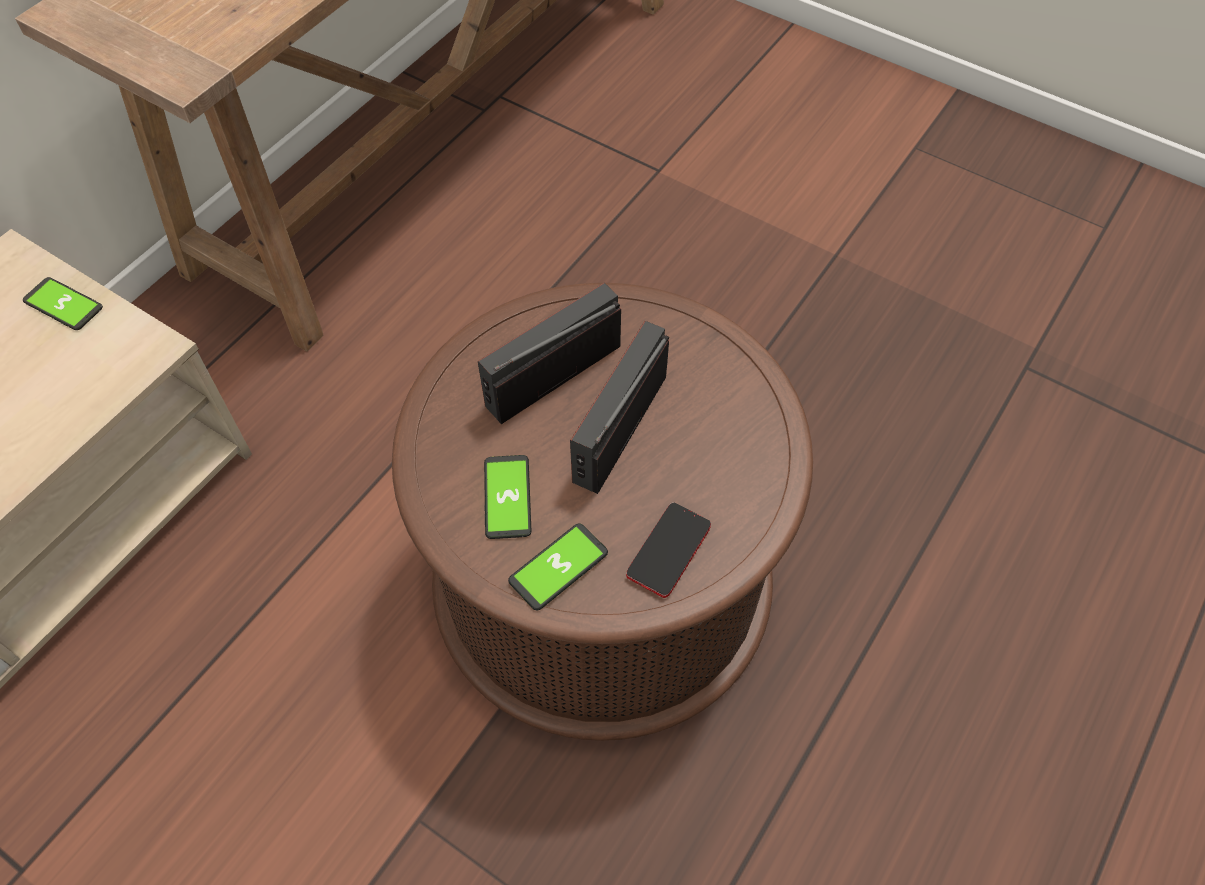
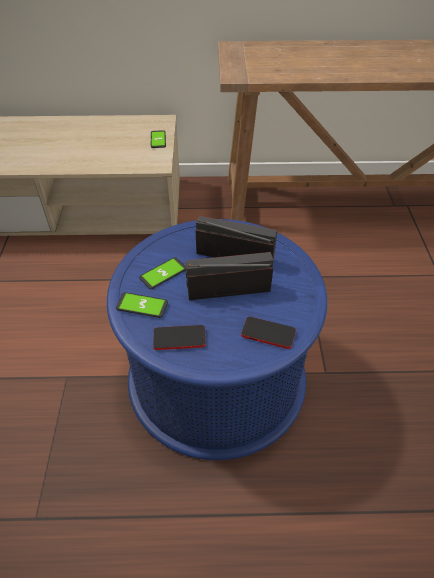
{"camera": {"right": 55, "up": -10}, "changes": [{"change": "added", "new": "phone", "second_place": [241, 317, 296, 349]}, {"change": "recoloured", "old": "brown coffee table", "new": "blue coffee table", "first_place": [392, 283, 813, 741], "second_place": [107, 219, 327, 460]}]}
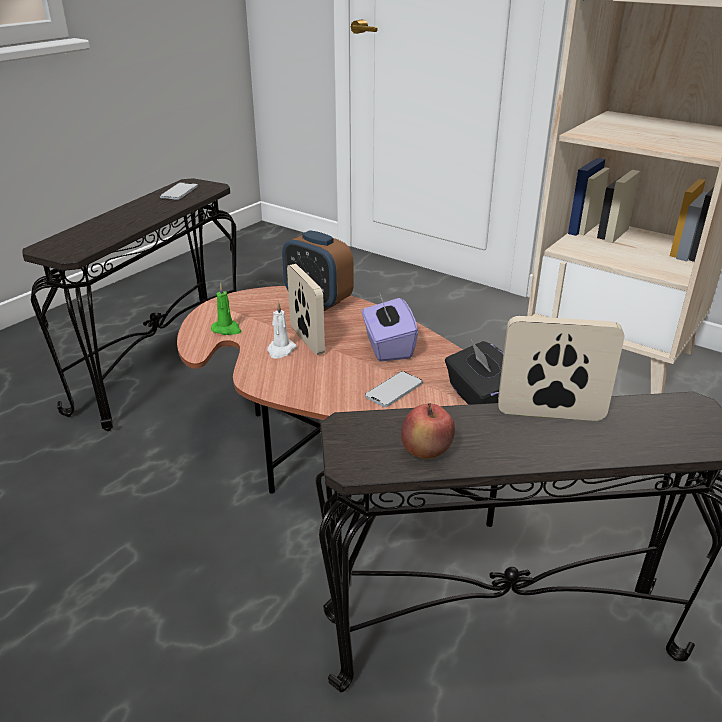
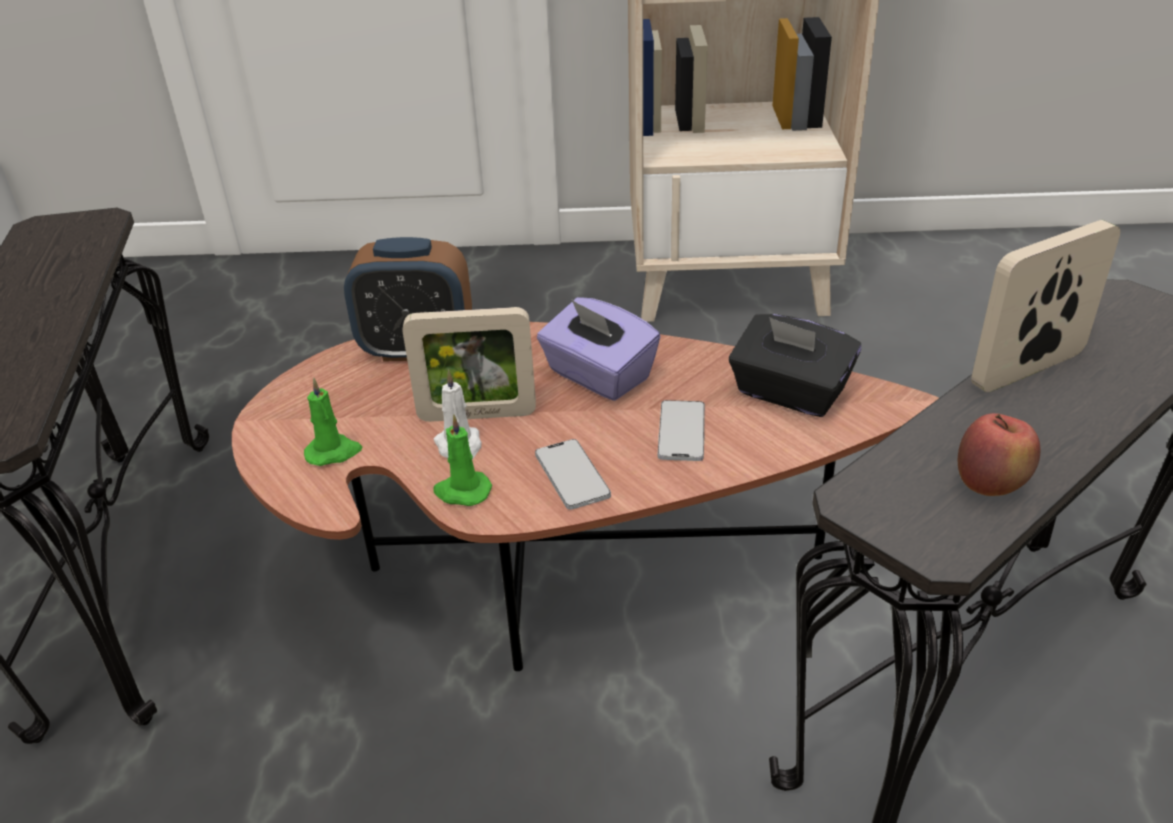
{"camera": {"right": -35, "up": 5}, "changes": [{"change": "added", "new": "green candle", "second_place": [433, 414, 492, 506]}, {"change": "moved", "old": "phone", "first_place": [160, 183, 198, 200], "second_place": [535, 439, 611, 510]}, {"change": "turned", "old": "picture frame", "first_place": [287, 264, 325, 355], "second_place": [403, 307, 536, 422], "degrees": 150}]}
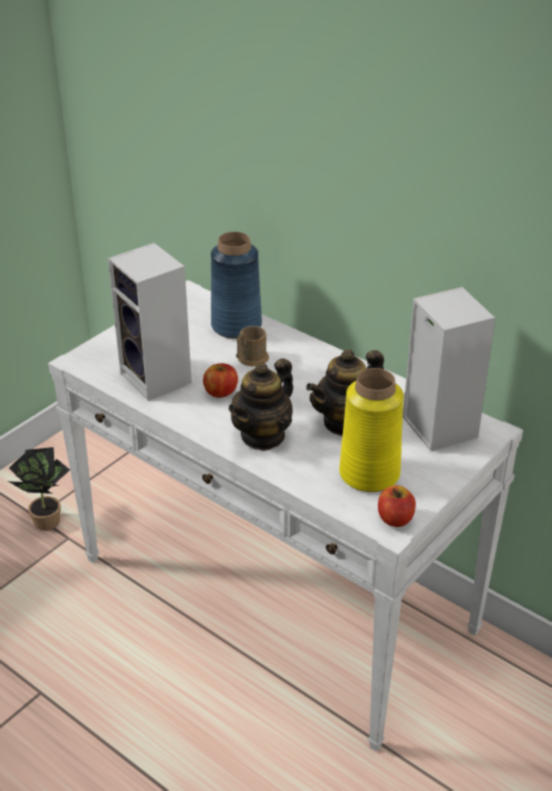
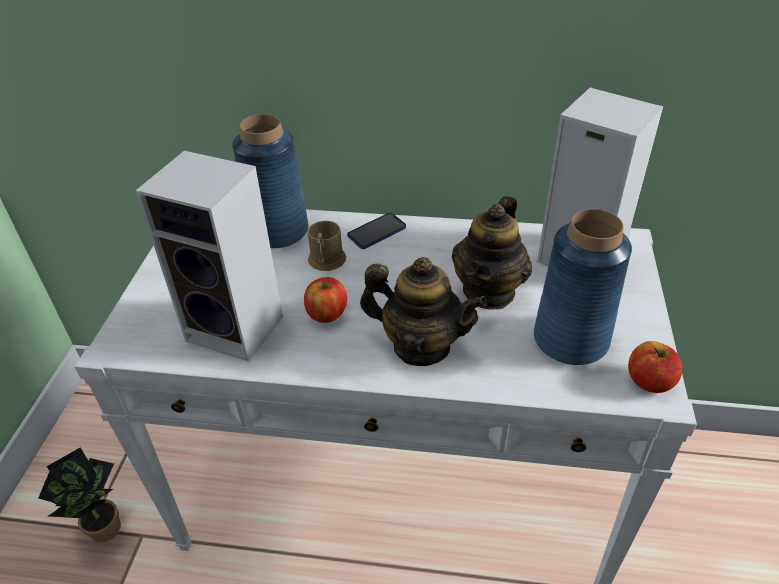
{"camera": {"right": -30, "up": 5}, "changes": [{"change": "added", "new": "phone", "second_place": [347, 213, 406, 249]}, {"change": "recoloured", "old": "yellow vase", "new": "blue vase", "first_place": [339, 368, 404, 492], "second_place": [534, 209, 632, 365]}, {"change": "turned", "old": "teapot", "first_place": [228, 358, 293, 451], "second_place": [360, 257, 487, 366], "degrees": -75}]}
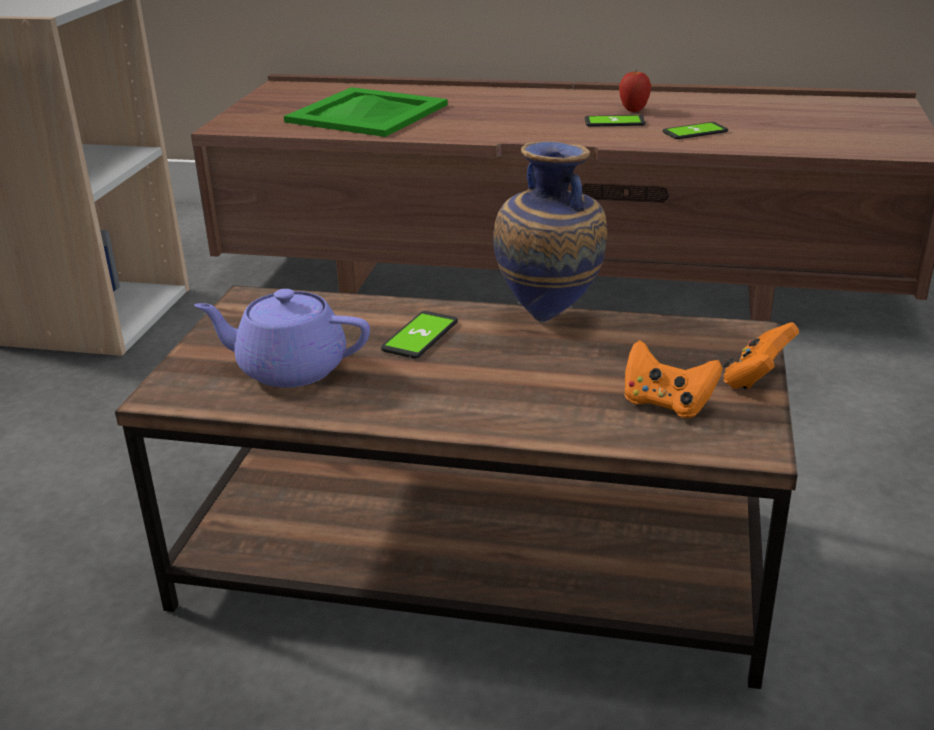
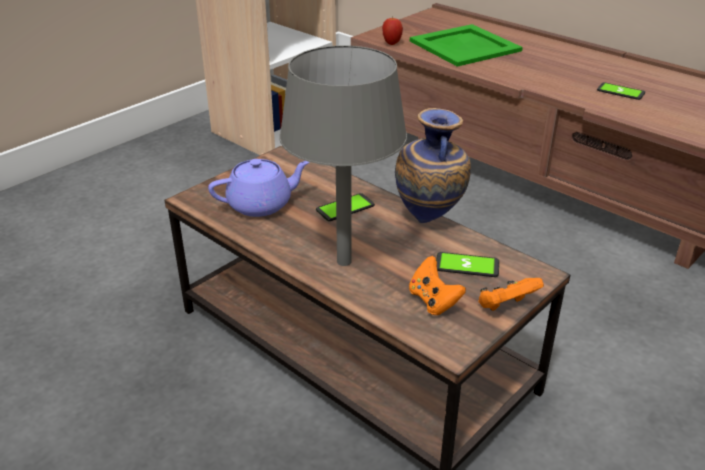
{"camera": {"right": 30, "up": 5}, "changes": [{"change": "added", "new": "grey table lamp", "second_place": [279, 45, 407, 266]}, {"change": "moved", "old": "apple", "first_place": [619, 72, 651, 112], "second_place": [382, 18, 403, 45]}, {"change": "moved", "old": "phone", "first_place": [662, 122, 728, 139], "second_place": [436, 252, 499, 277]}, {"change": "turned", "old": "purple teapot", "first_place": [194, 289, 370, 387], "second_place": [208, 159, 310, 217], "degrees": 120}]}
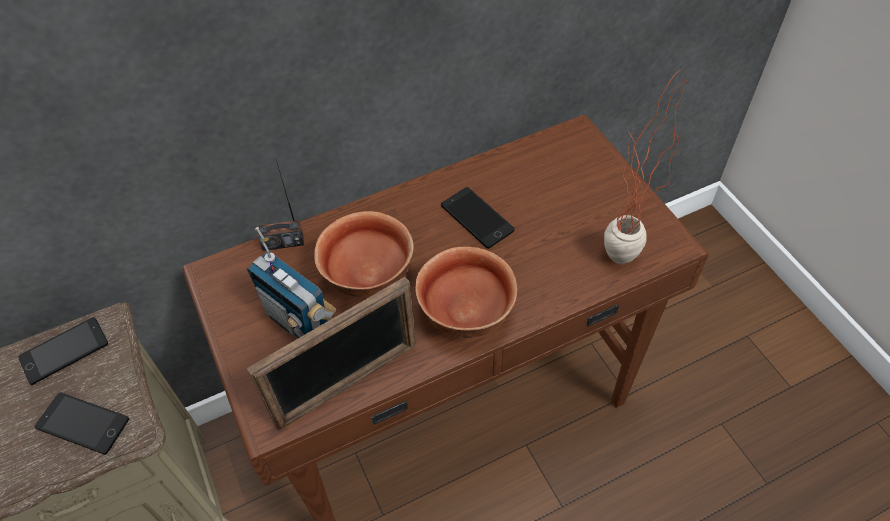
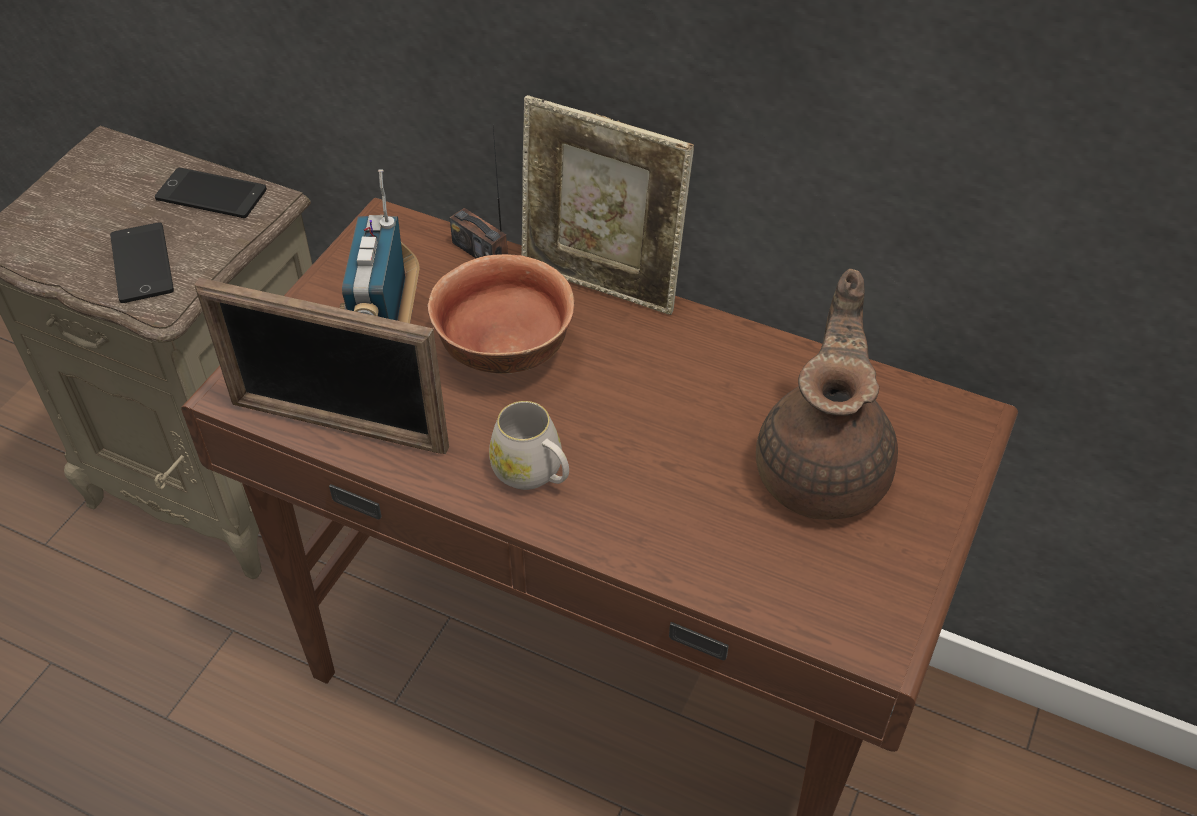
{"camera": {"right": 50, "up": -5}, "changes": [{"change": "removed", "old": "phone", "first_place": [441, 187, 515, 249]}, {"change": "removed", "old": "potted plant", "first_place": [604, 69, 687, 264]}, {"change": "added", "new": "picture frame", "second_place": [521, 95, 694, 315]}, {"change": "added", "new": "brown teapot", "second_place": [756, 269, 898, 520]}, {"change": "replaced", "old": "bowl", "new": "white mug", "first_place": [415, 247, 517, 338], "second_place": [489, 401, 569, 490]}]}
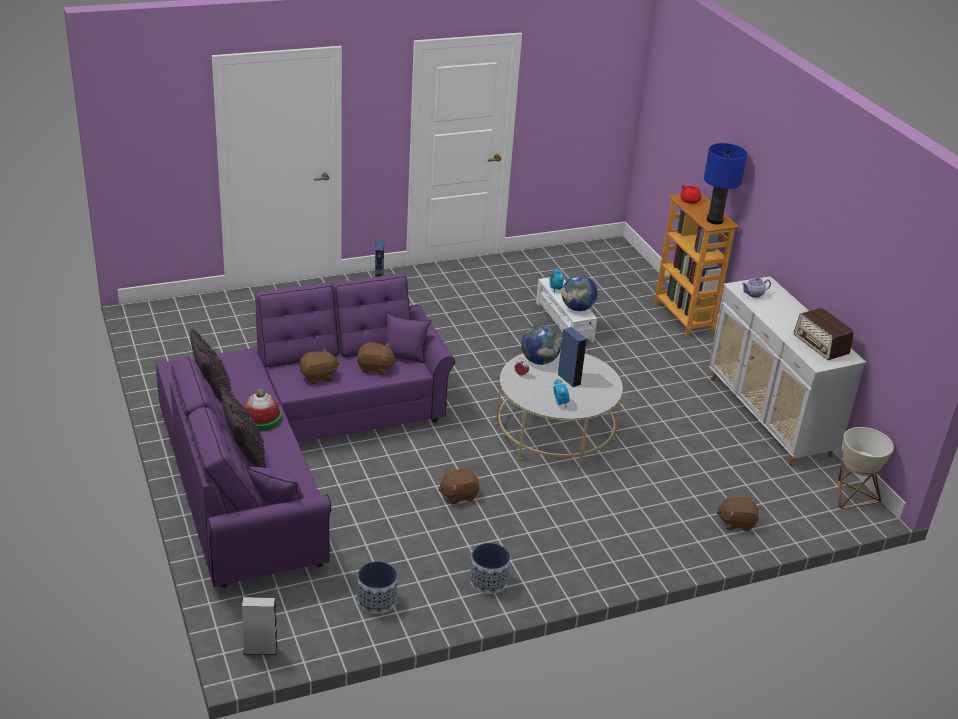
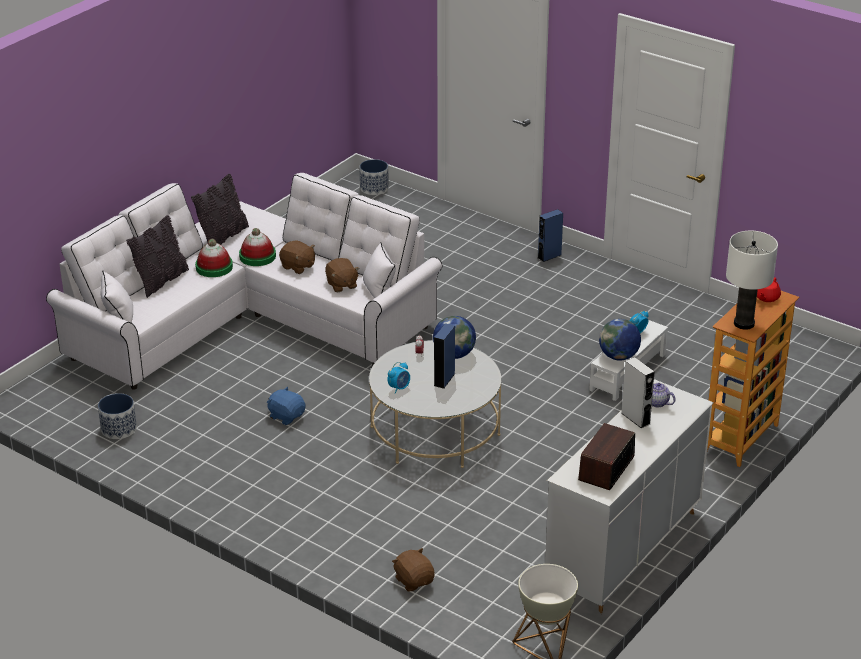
{"camera": {"right": 60, "up": 0}, "changes": [{"change": "added", "new": "hat", "second_place": [239, 228, 276, 266]}, {"change": "moved", "old": "grey speaker", "first_place": [242, 597, 278, 655], "second_place": [621, 357, 655, 428]}, {"change": "moved", "old": "planter", "first_place": [470, 543, 510, 594], "second_place": [360, 159, 389, 195]}, {"change": "recoloured", "old": "purple sofa", "new": "white sofa", "first_place": [156, 274, 455, 588], "second_place": [46, 173, 442, 389]}, {"change": "recoloured", "old": "brown plush toy", "new": "blue plush toy", "first_place": [439, 468, 479, 504], "second_place": [267, 387, 305, 425]}, {"change": "recoloured", "old": "blue table lamp", "new": "white table lamp", "first_place": [704, 143, 747, 224], "second_place": [726, 231, 778, 330]}]}
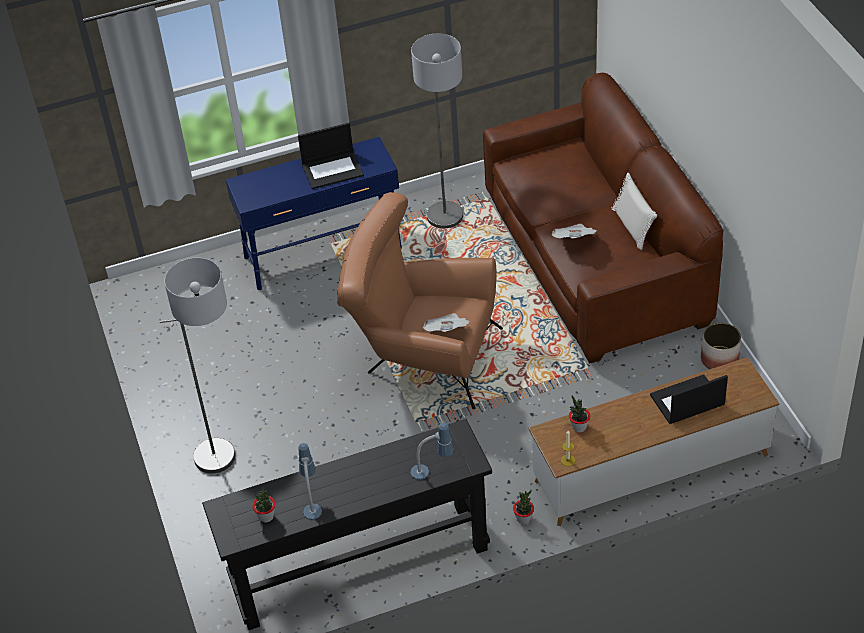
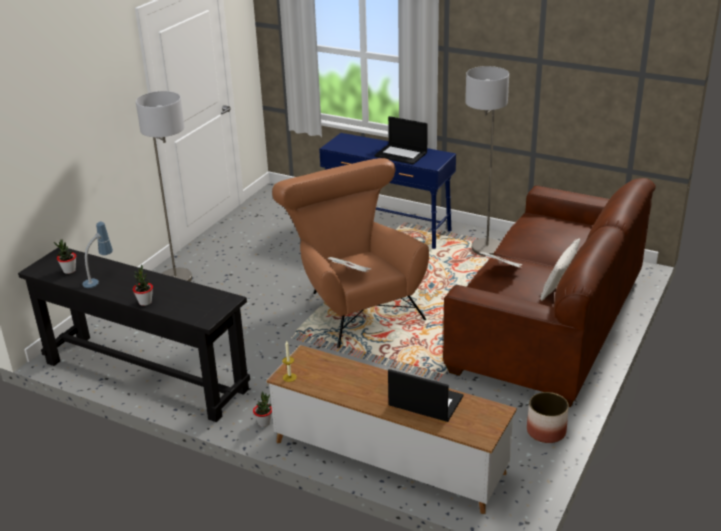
{"camera": {"right": 45, "up": -15}, "changes": [{"change": "removed", "old": "table lamp", "first_place": [410, 423, 454, 480]}, {"change": "moved", "old": "potted plant", "first_place": [569, 396, 590, 433], "second_place": [133, 264, 153, 306]}]}
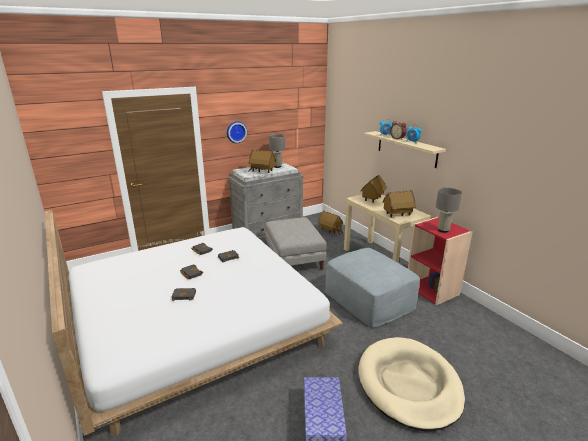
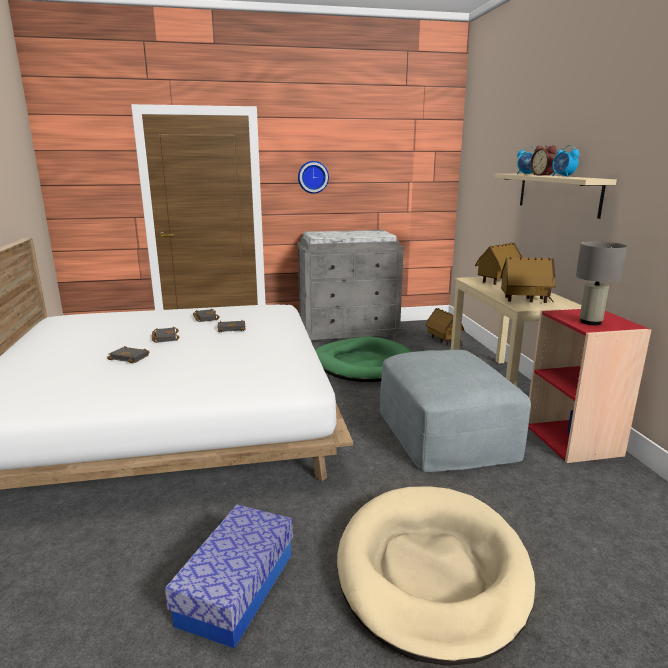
{"camera": {"right": 20, "up": -5}, "changes": [{"change": "removed", "old": "toy house", "first_place": [248, 150, 276, 173]}, {"change": "removed", "old": "grey table lamp", "first_place": [269, 134, 285, 168]}, {"change": "replaced", "old": "grey ottoman", "new": "green dog bed", "first_place": [265, 217, 327, 270], "second_place": [315, 336, 412, 382]}]}
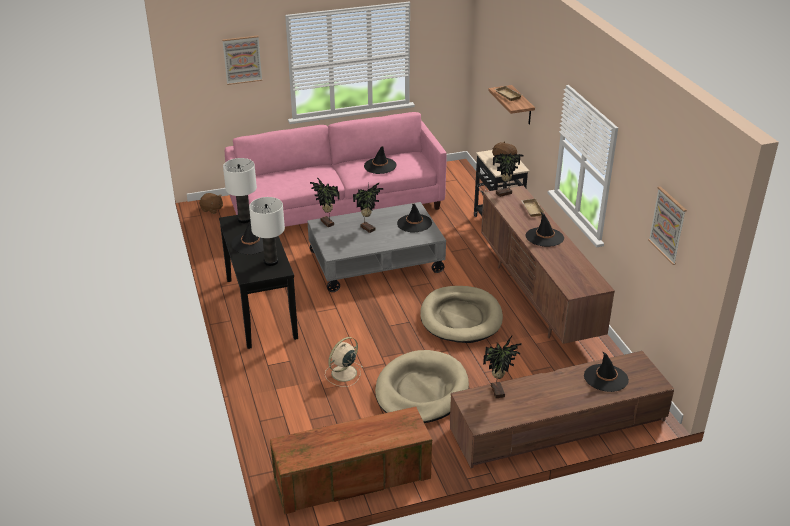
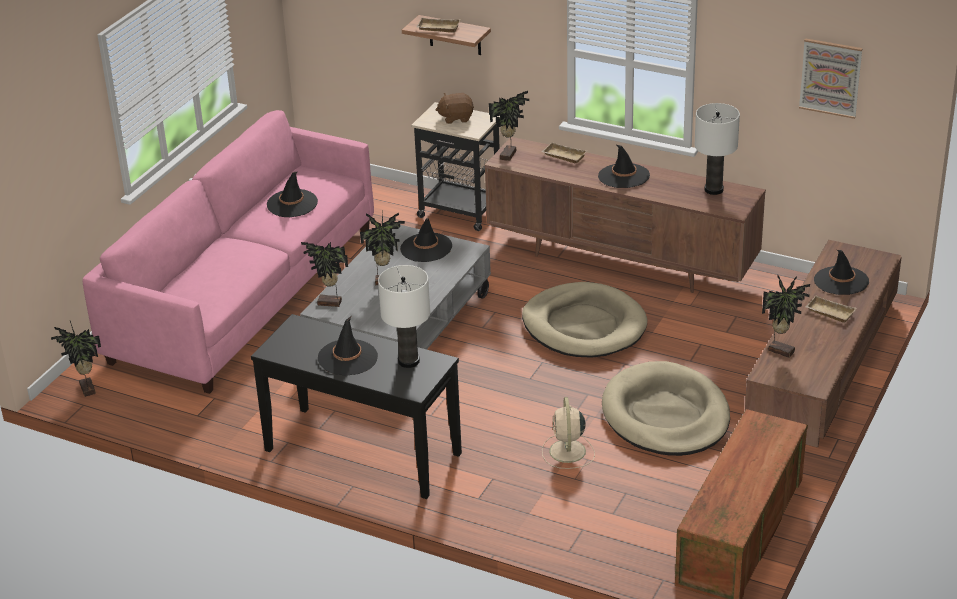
{"camera": {"right": -45, "up": 0}, "changes": [{"change": "removed", "old": "picture", "first_place": [222, 36, 262, 85]}, {"change": "added", "new": "beige tray", "second_place": [806, 296, 856, 323]}, {"change": "moved", "old": "white table lamp", "first_place": [223, 158, 257, 223], "second_place": [695, 103, 740, 195]}, {"change": "replaced", "old": "brown plush toy", "new": "potted plant", "first_place": [199, 193, 223, 214], "second_place": [51, 321, 101, 397]}]}
